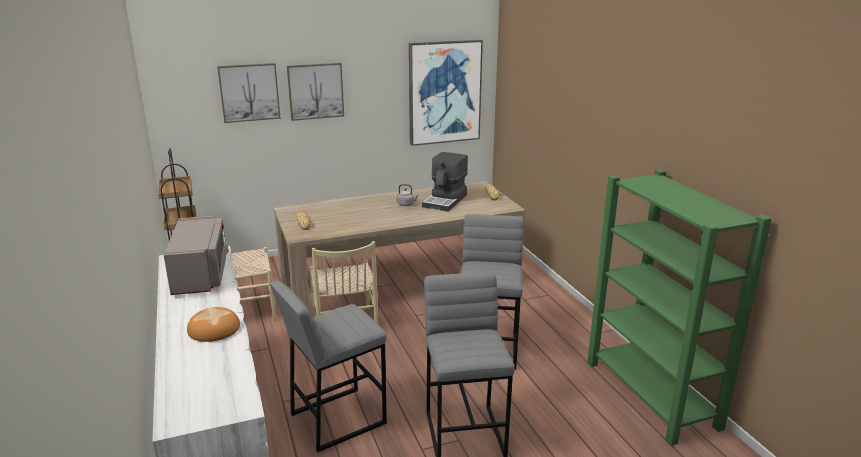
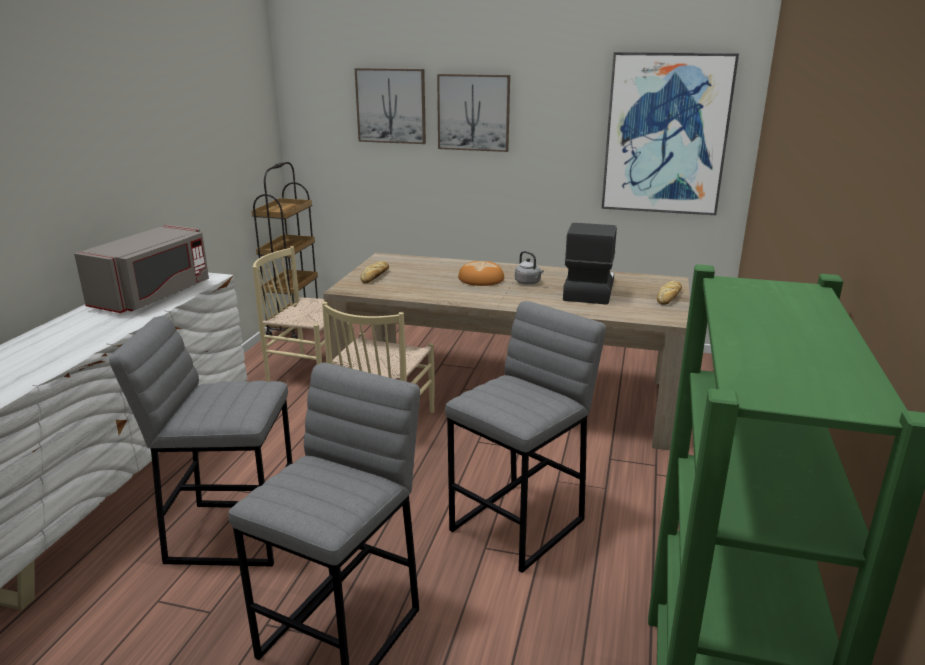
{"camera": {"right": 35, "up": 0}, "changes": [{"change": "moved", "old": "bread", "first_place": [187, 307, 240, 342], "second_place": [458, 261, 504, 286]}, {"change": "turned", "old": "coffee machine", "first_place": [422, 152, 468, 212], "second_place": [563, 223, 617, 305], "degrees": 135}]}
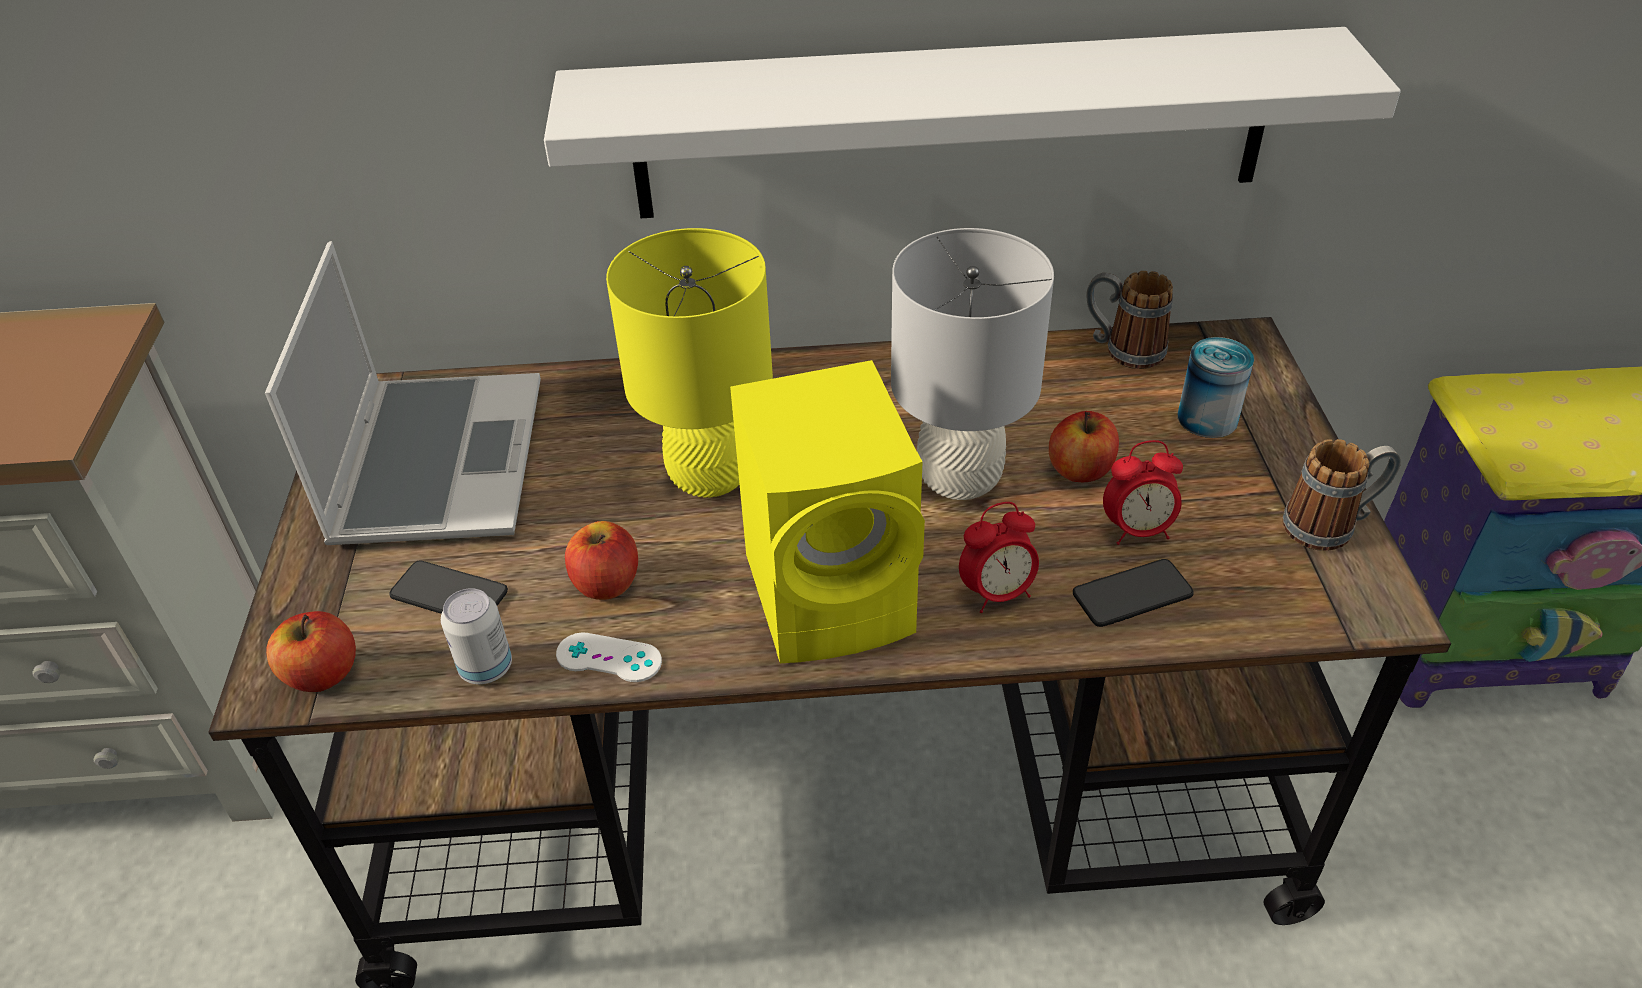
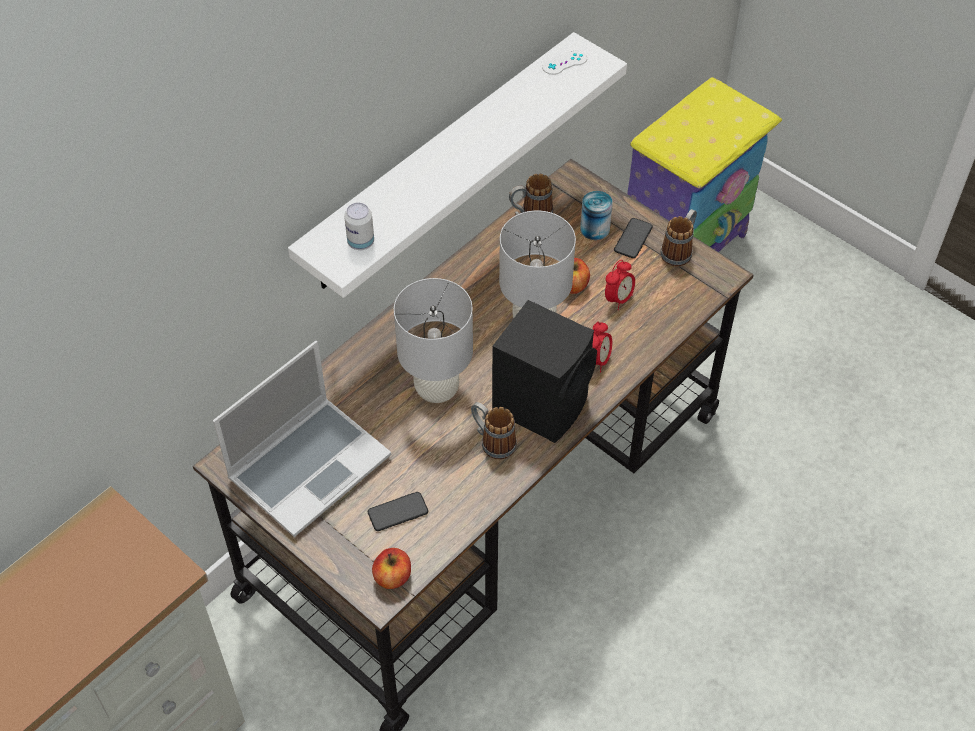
{"camera": {"right": -45, "up": 10}, "changes": [{"change": "removed", "old": "apple", "first_place": [565, 521, 638, 600]}, {"change": "added", "new": "mug", "second_place": [471, 402, 517, 460]}, {"change": "moved", "old": "can", "first_place": [441, 588, 512, 684], "second_place": [344, 203, 374, 250]}, {"change": "moved", "old": "white game controller", "first_place": [556, 632, 662, 682], "second_place": [542, 50, 587, 75]}, {"change": "moved", "old": "phone", "first_place": [1073, 559, 1194, 627], "second_place": [614, 218, 653, 258]}, {"change": "recoloured", "old": "yellow table lamp", "new": "grey table lamp", "first_place": [606, 228, 773, 498], "second_place": [394, 278, 473, 403]}, {"change": "recoloured", "old": "yellow speaker", "new": "black speaker", "first_place": [730, 360, 925, 663], "second_place": [492, 300, 597, 443]}, {"change": "turned", "old": "laptop", "first_place": [265, 241, 541, 545], "second_place": [213, 341, 391, 537], "degrees": 90}]}
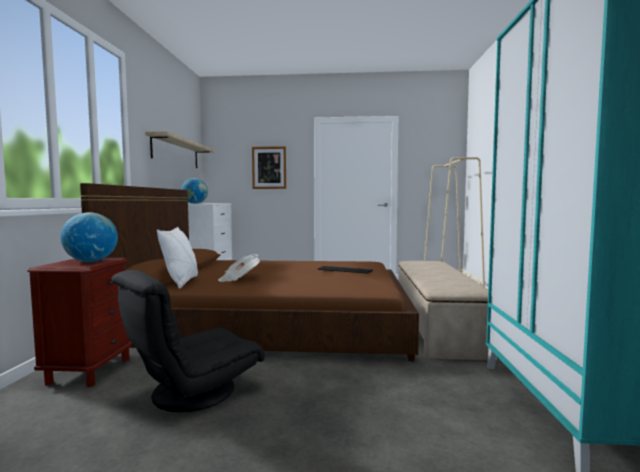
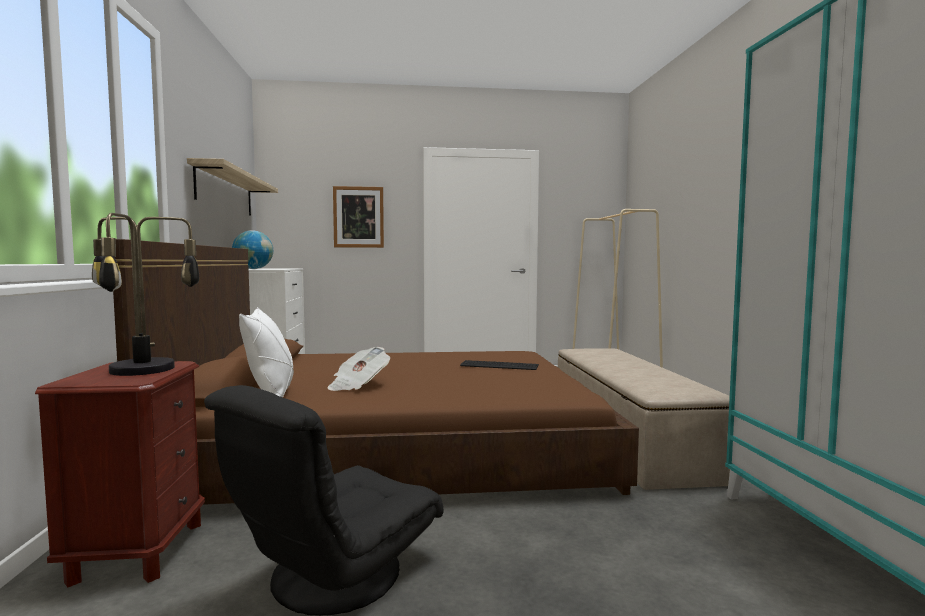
{"camera": {"right": -10, "up": 0}, "changes": [{"change": "replaced", "old": "globe", "new": "table lamp", "first_place": [60, 212, 118, 262], "second_place": [92, 213, 199, 376]}]}
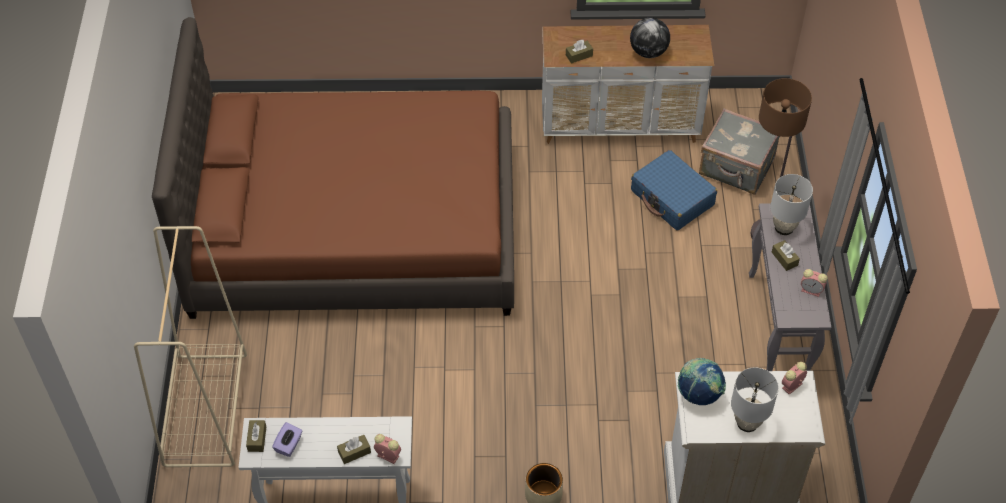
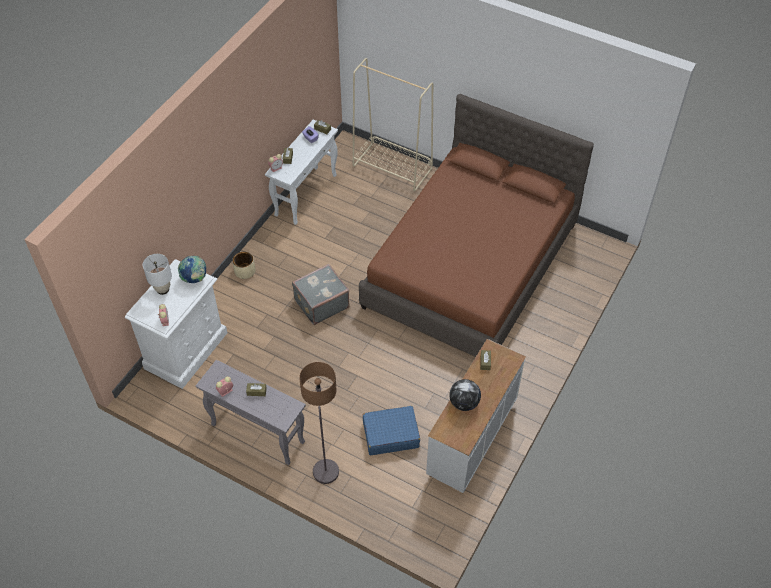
{"camera": {"right": 120, "up": 0}, "changes": [{"change": "removed", "old": "white table lamp", "first_place": [770, 174, 813, 235]}, {"change": "moved", "old": "grey suitcase", "first_place": [699, 109, 780, 195], "second_place": [292, 264, 349, 325]}]}
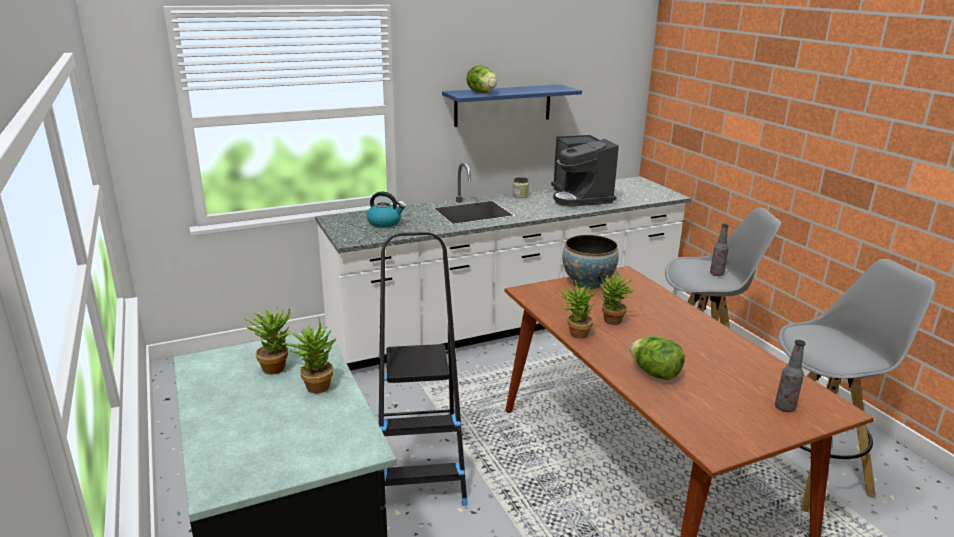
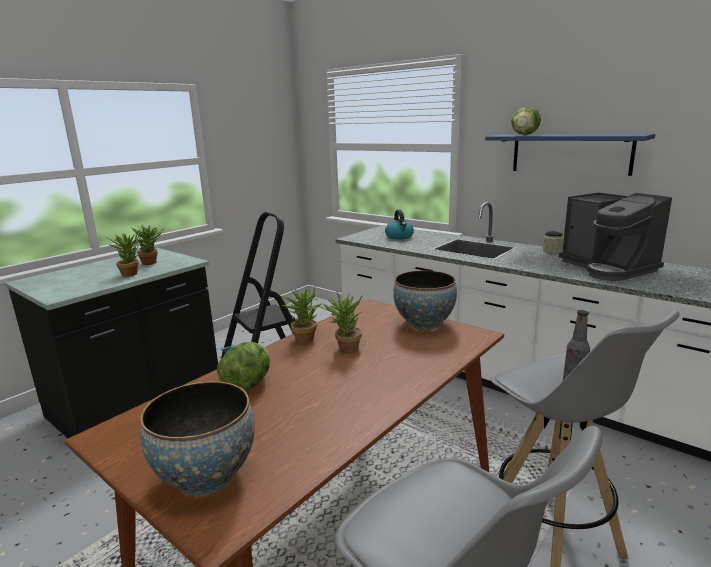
{"camera": {"right": 65, "up": -5}, "changes": [{"change": "replaced", "old": "bottle", "new": "bowl", "first_place": [775, 340, 806, 412], "second_place": [140, 381, 255, 496]}, {"change": "turned", "old": "coffee machine", "first_place": [551, 135, 619, 207], "second_place": [559, 193, 672, 281], "degrees": -75}]}
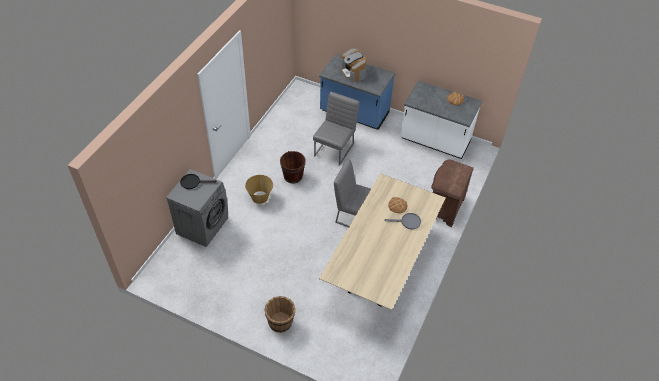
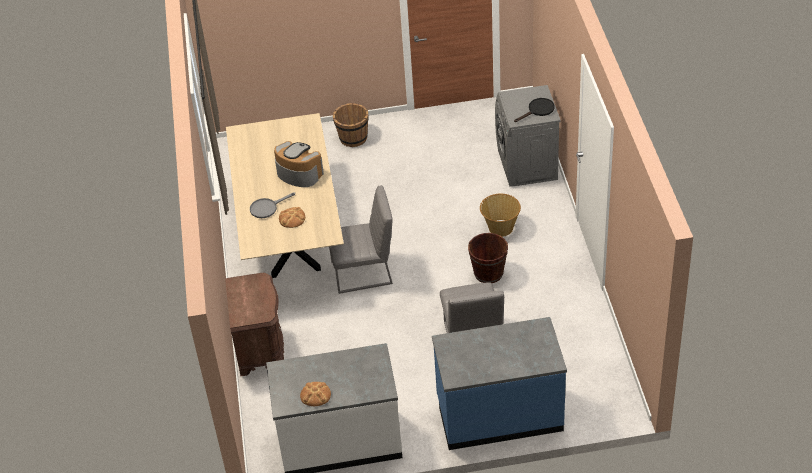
{"camera": {"right": 150, "up": -5}, "changes": [{"change": "moved", "old": "coffee machine", "first_place": [341, 48, 366, 82], "second_place": [274, 141, 324, 187]}]}
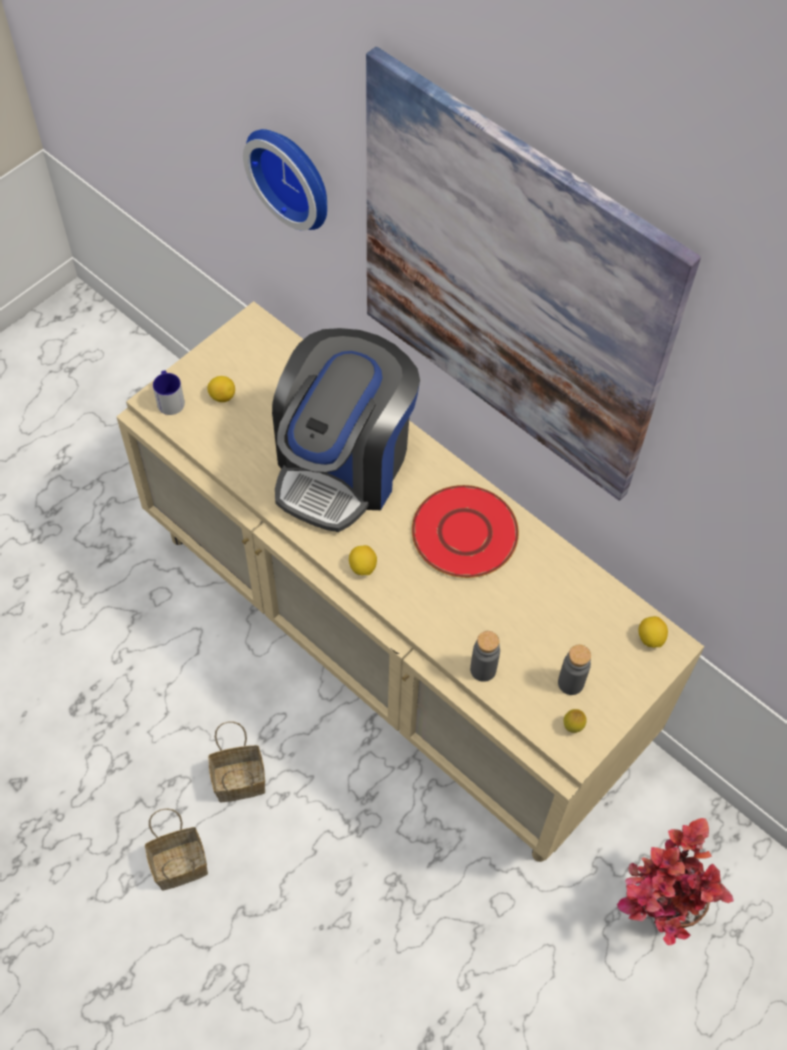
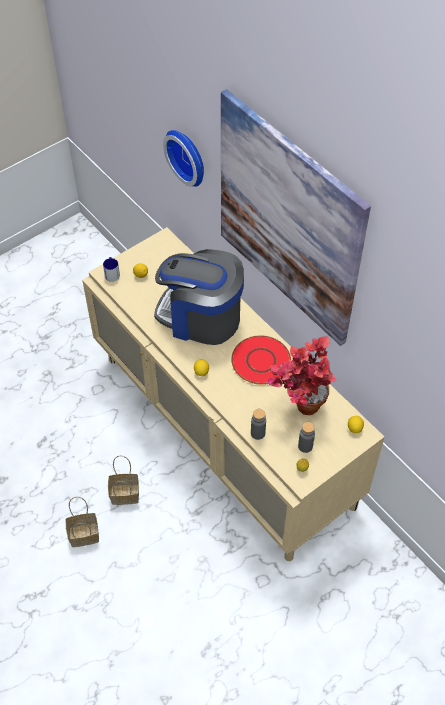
{"camera": {"right": 10, "up": -5}, "changes": [{"change": "moved", "old": "potted plant", "first_place": [617, 818, 734, 945], "second_place": [267, 336, 336, 415]}, {"change": "turned", "old": "coffee machine", "first_place": [272, 328, 420, 532], "second_place": [154, 249, 244, 345], "degrees": 75}]}
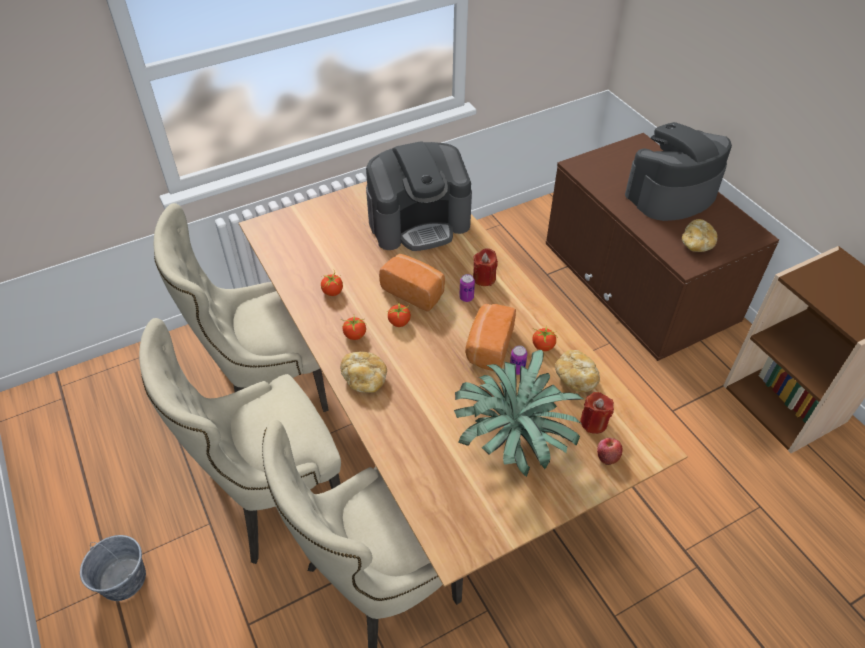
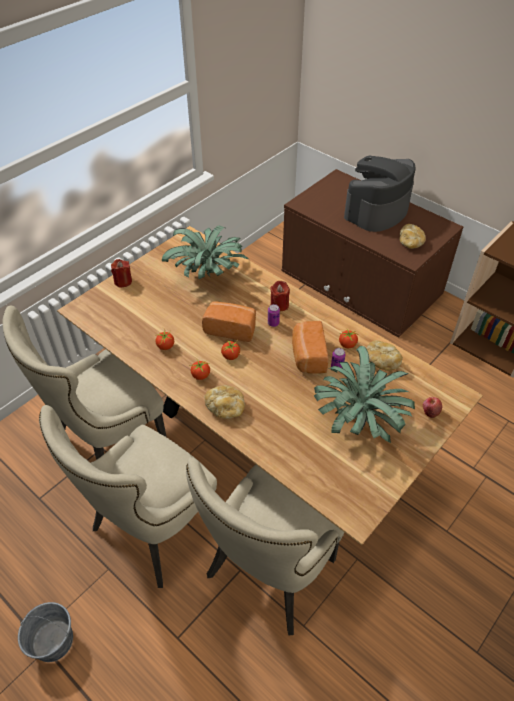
{"camera": {"right": -20, "up": 0}, "changes": [{"change": "moved", "old": "red candle", "first_place": [580, 392, 614, 434], "second_place": [111, 259, 132, 288]}, {"change": "replaced", "old": "coffee machine", "new": "potted plant", "first_place": [366, 141, 472, 251], "second_place": [162, 226, 249, 279]}]}
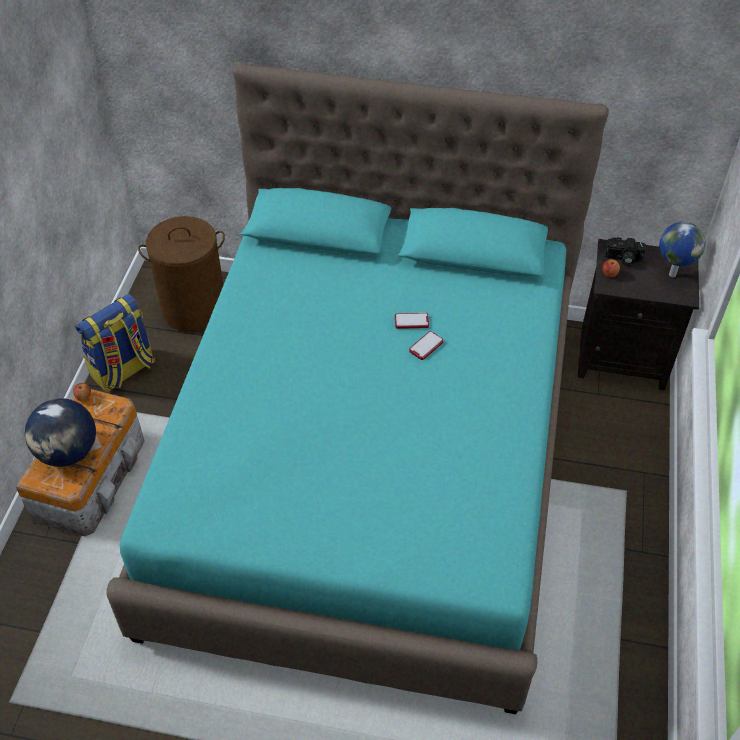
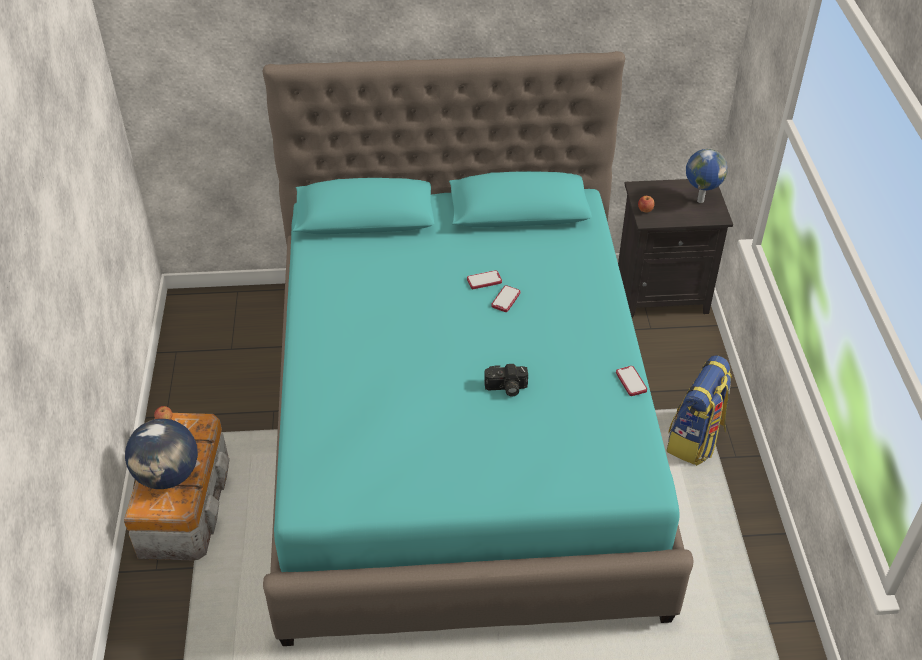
{"camera": {"right": -15, "up": -5}, "changes": [{"change": "removed", "old": "brown laundry basket", "first_place": [138, 216, 225, 332]}, {"change": "added", "new": "phone", "second_place": [616, 366, 647, 396]}, {"change": "moved", "old": "backpack", "first_place": [75, 294, 155, 392], "second_place": [666, 355, 732, 466]}, {"change": "moved", "old": "photo camera", "first_place": [605, 237, 645, 266], "second_place": [484, 364, 528, 396]}]}
